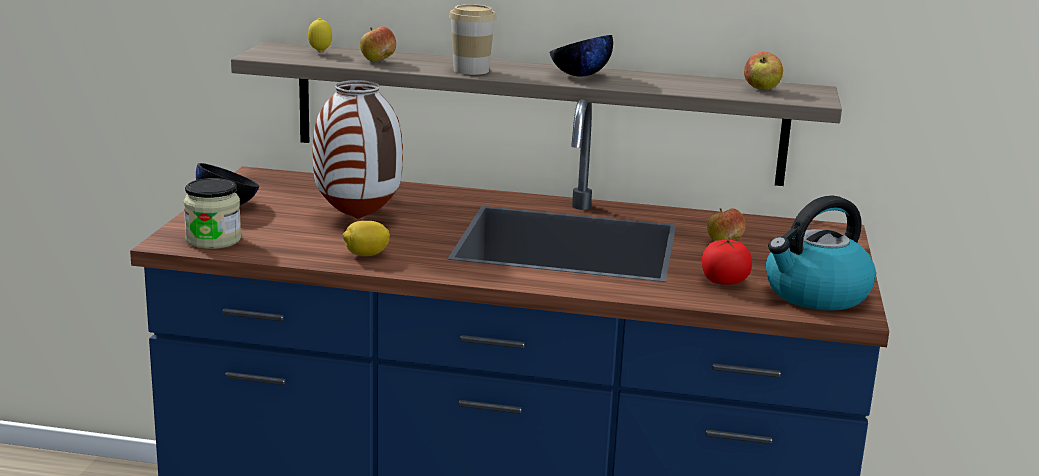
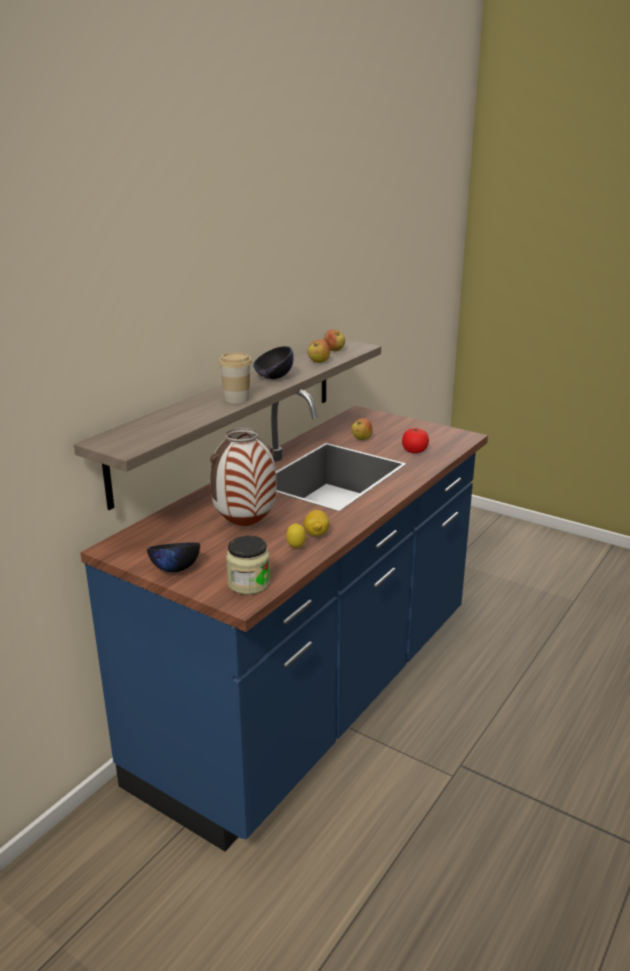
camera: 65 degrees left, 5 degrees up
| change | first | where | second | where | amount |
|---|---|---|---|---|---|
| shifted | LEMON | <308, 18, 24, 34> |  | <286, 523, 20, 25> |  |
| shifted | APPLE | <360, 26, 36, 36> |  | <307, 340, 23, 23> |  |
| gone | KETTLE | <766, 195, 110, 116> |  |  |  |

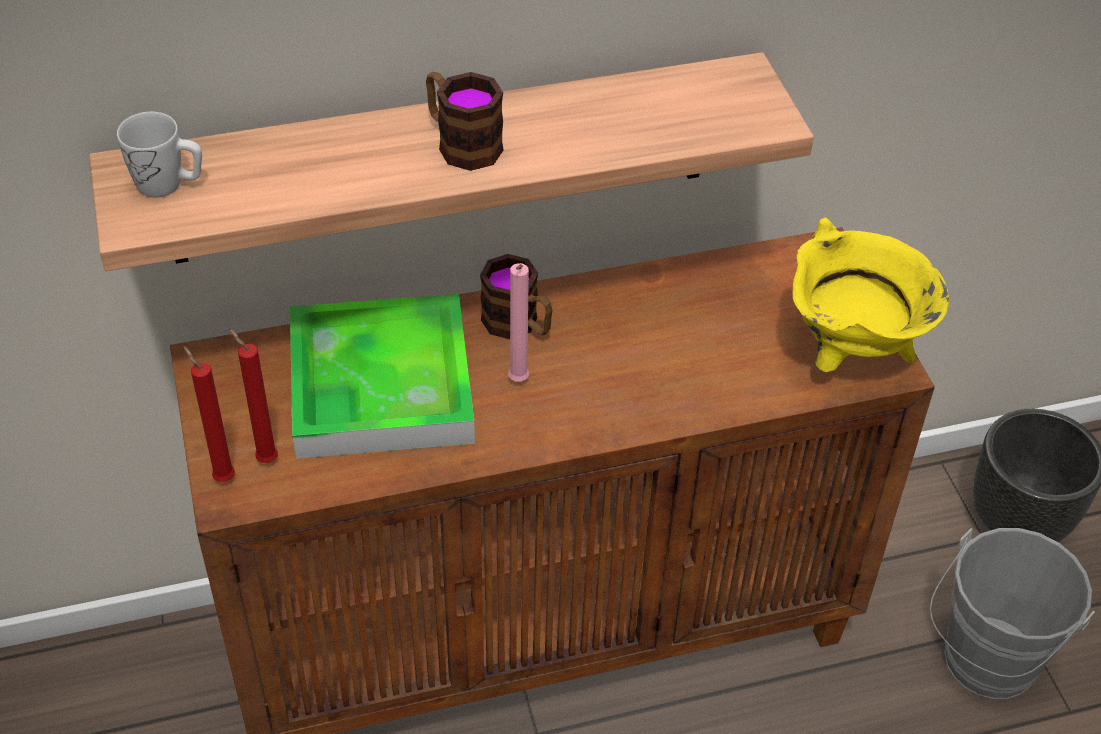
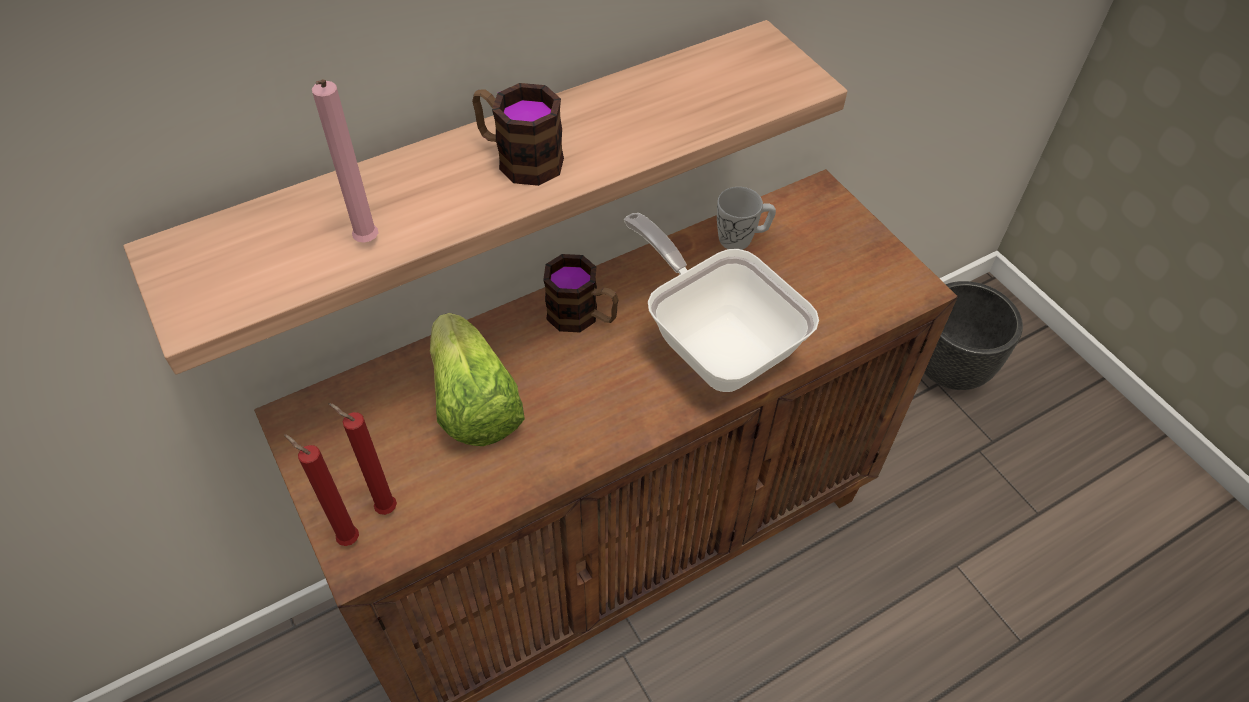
camera: 15 degrees left, 5 degrees up
| change | first | where | second | where | amount |
|---|---|---|---|---|---|
| shifted | WHITE MUG | <117, 112, 85, 85> |  | <717, 187, 59, 63> |  |
| gone | YELLOW COOKING POT | <793, 217, 156, 155> |  |  |  |
| shifted | PINK CANDLE | <508, 263, 21, 119> |  | <312, 79, 67, 164> |  |
| swapped | TRAY | <290, 294, 185, 165> | LETTUCE | <430, 313, 95, 133> |  |
| gone | GREY BUCKET | <930, 528, 165, 171> |  |  |  |
| new |  |  | FRYING PAN | <624, 213, 195, 179> |  |

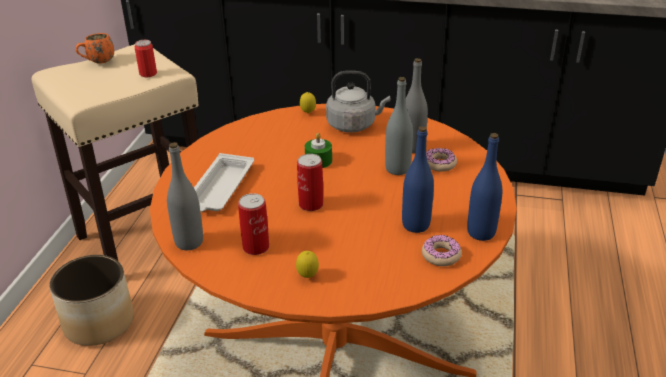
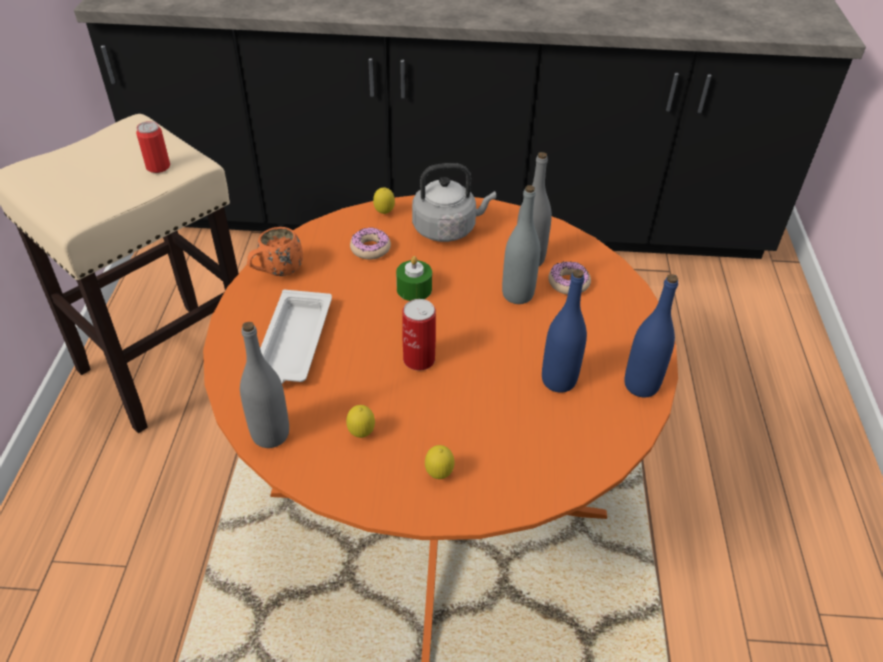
camera: 10 degrees left, 10 degrees up
| change | first | where | second | where | amount |
|---|---|---|---|---|---|
| shifted | ORANGE MUG | <76, 33, 38, 31> |  | <247, 227, 56, 49> |  |
| swapped | CAN | <238, 193, 31, 62> | LEMON | <346, 405, 29, 33> |  |
| shifted | DONUT | <422, 235, 40, 31> |  | <350, 227, 41, 33> |  |
| gone | PLANTER | <49, 255, 85, 91> |  |  |  |

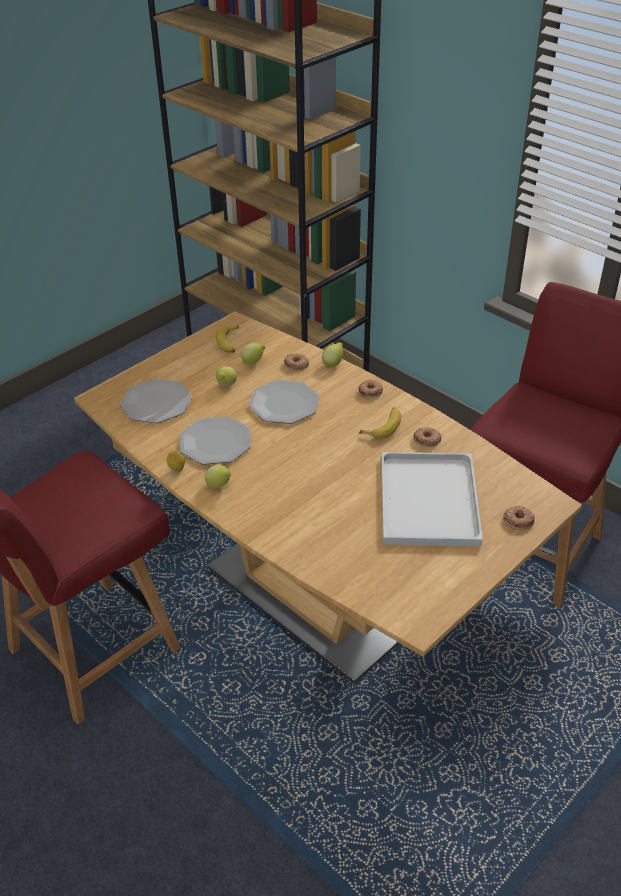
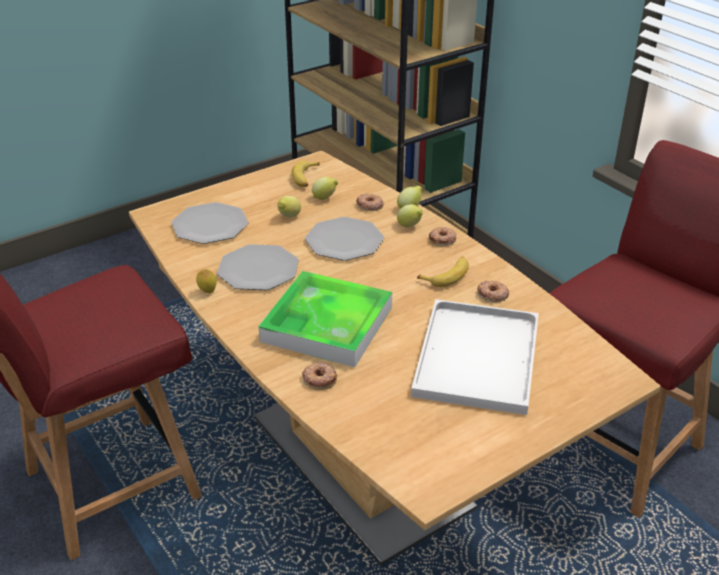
camera: 10 degrees right, 5 degrees down
| change | first | where | second | where | amount |
|---|---|---|---|---|---|
| shifted | LEMON | <205, 465, 26, 23> |  | <397, 204, 26, 24> |  |
| shifted | DONUT | <503, 506, 32, 24> |  | <302, 363, 35, 27> |  |
| new |  |  | TRAY | <259, 271, 133, 96> |  |

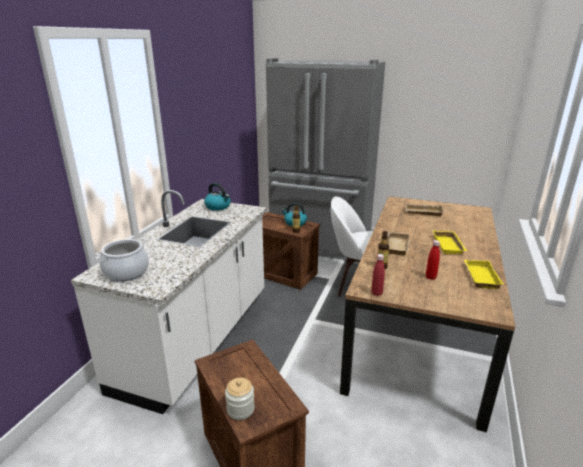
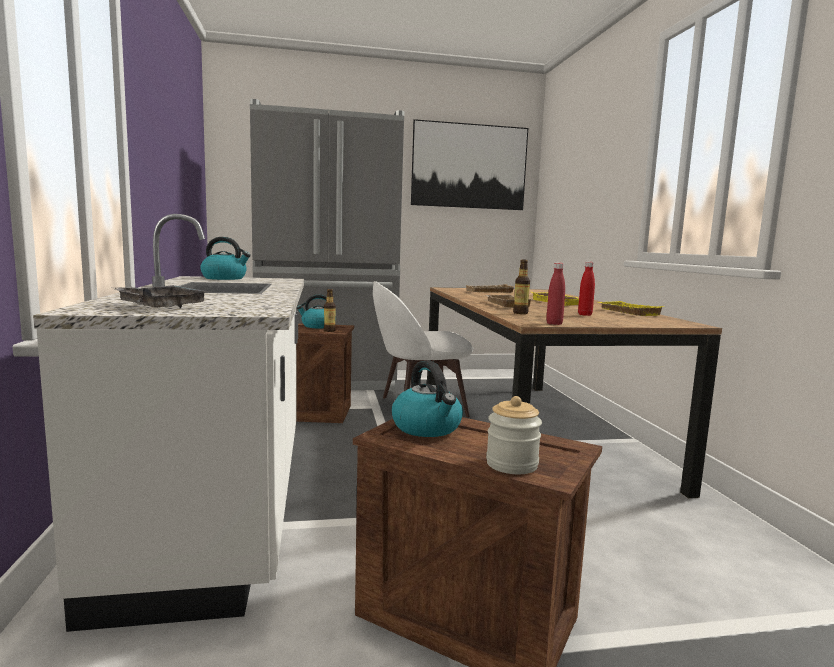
camera: 30 degrees left, 15 degrees down
| change | first | where | second | where | amount |
|---|---|---|---|---|---|
| swapped | COOKING POT | <96, 238, 53, 44> | GREY TRAY | <115, 285, 94, 23> |  |
| new |  |  | PICTURE | <411, 119, 117, 91> |  |
| new |  |  | KETTLE | <392, 360, 71, 77> |  |

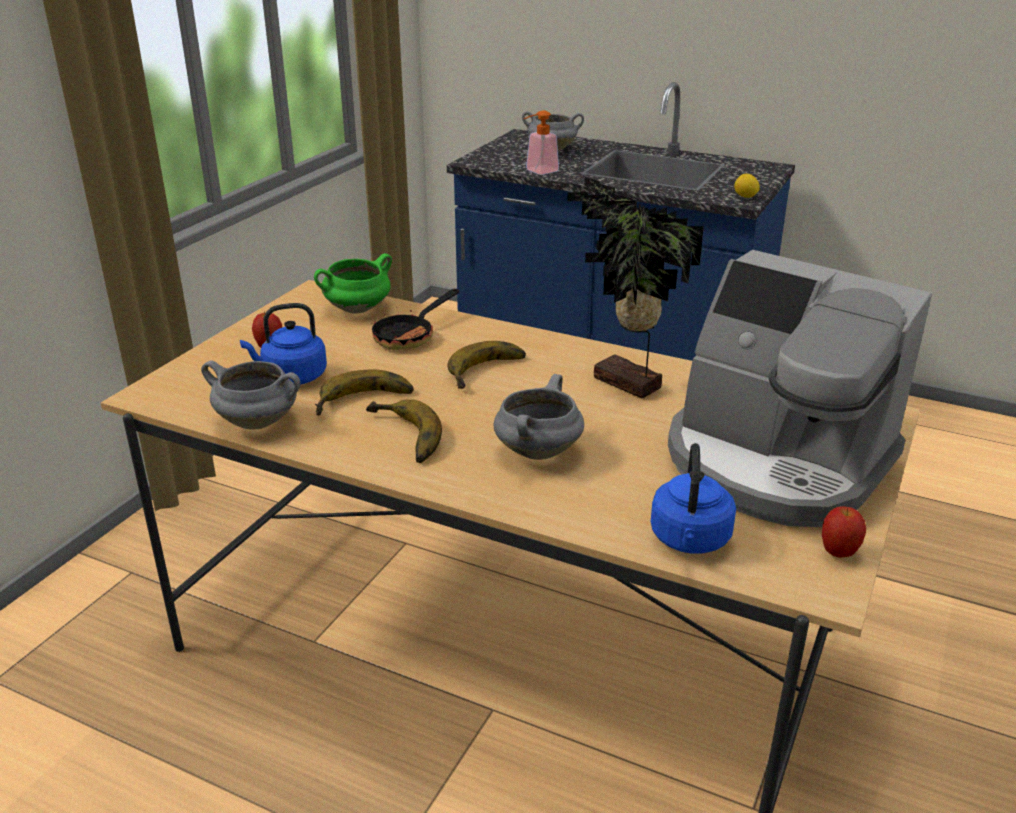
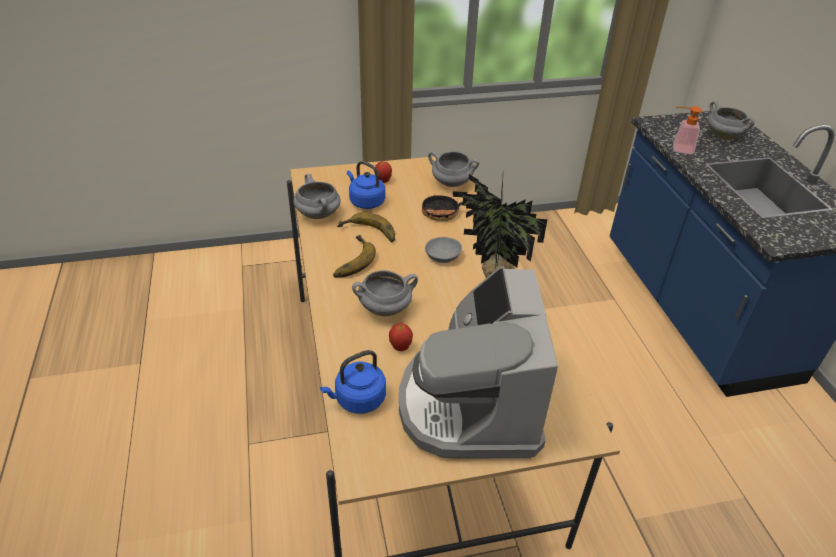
camera: 50 degrees right, 10 degrees up
| change | first | where | second | where | amount |
|---|---|---|---|---|---|
| gone | LEMON | <734, 174, 26, 24> |  |  |  |
| repainted | GREEN COOKING POT | <314, 253, 78, 61> | GREY COOKING POT | <428, 151, 51, 36> |  |
| swapped | BANANA | <447, 341, 79, 48> | GREY BOWL | <425, 237, 37, 26> |  |
| shifted | APPLE | <822, 506, 44, 52> |  | <389, 323, 24, 28> |  |

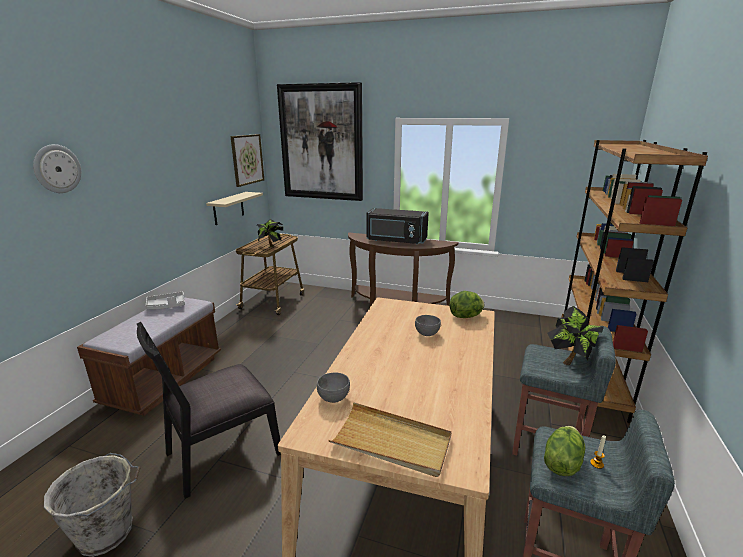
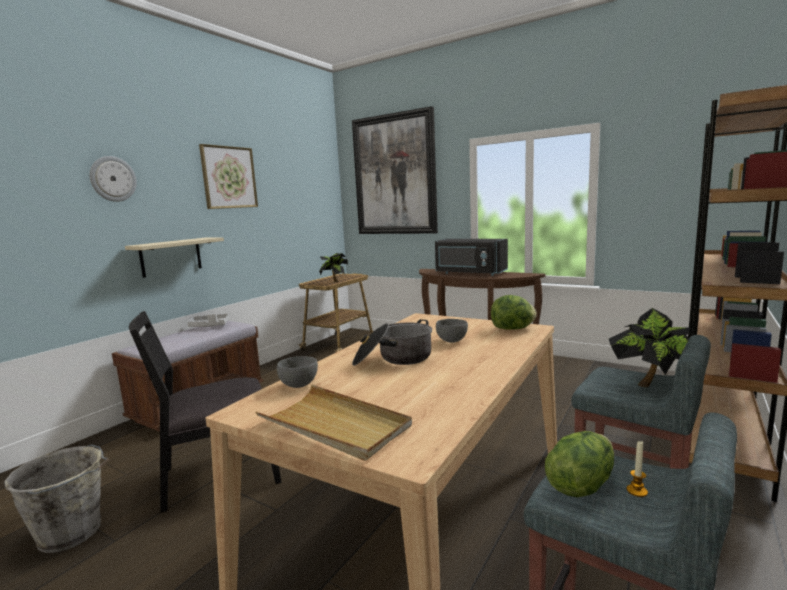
camera: 15 degrees right, 10 degrees down
| change | first | where | second | where | amount |
|---|---|---|---|---|---|
| shifted | PICTURE | <231, 134, 33, 53> |  | <199, 144, 59, 65> |  |
| shifted | BEIGE SHELF | <206, 192, 57, 33> |  | <125, 237, 99, 41> |  |
| new |  |  | COOKING POT | <352, 319, 80, 47> |  |

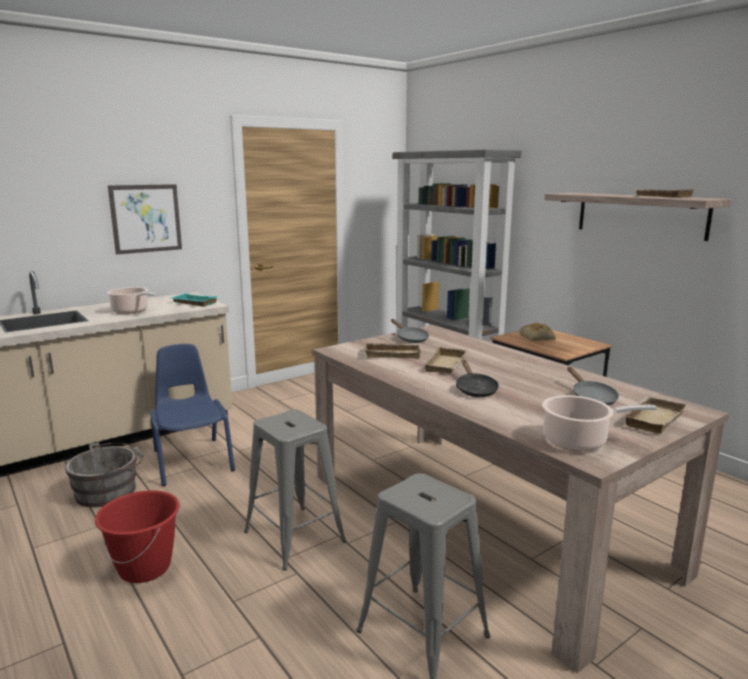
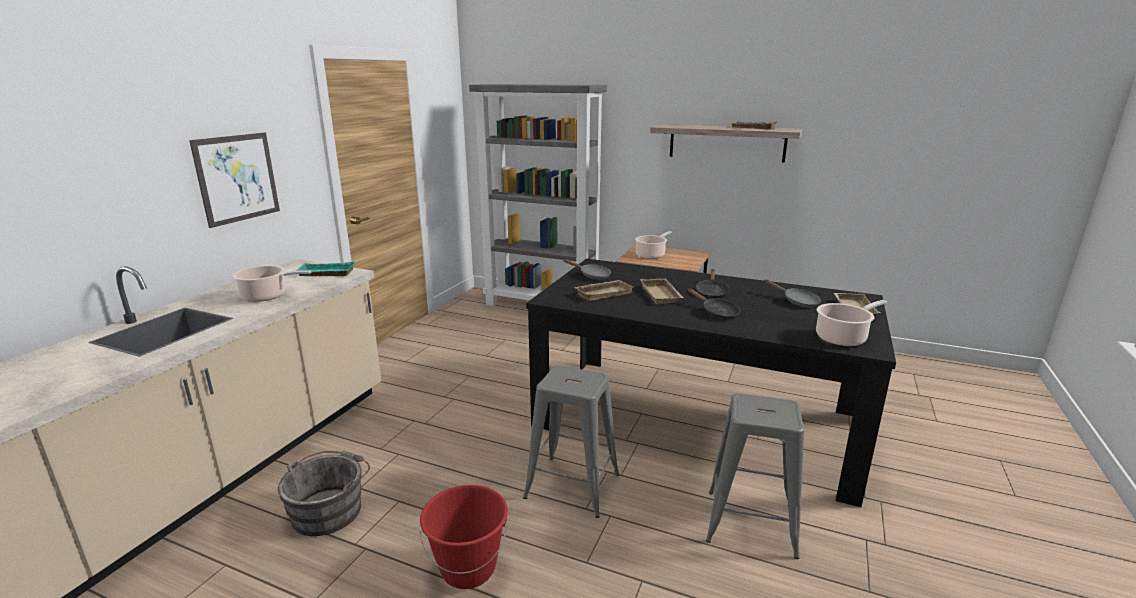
camera: 30 degrees left, 5 degrees up
| change | first | where | second | where | amount |
|---|---|---|---|---|---|
| swapped | BREAD | <519, 323, 37, 18> | COOKING POT | <635, 231, 37, 28> |  |
| repainted | BEIGE DINING TABLE | <312, 325, 417, 348> | BLACK DINING TABLE | <526, 259, 370, 248> |  |
| gone | BLUE CHAIR | <150, 344, 85, 142> |  |  |  |
| new |  |  | BLACK FRYING PAN | <695, 269, 35, 30> |  |

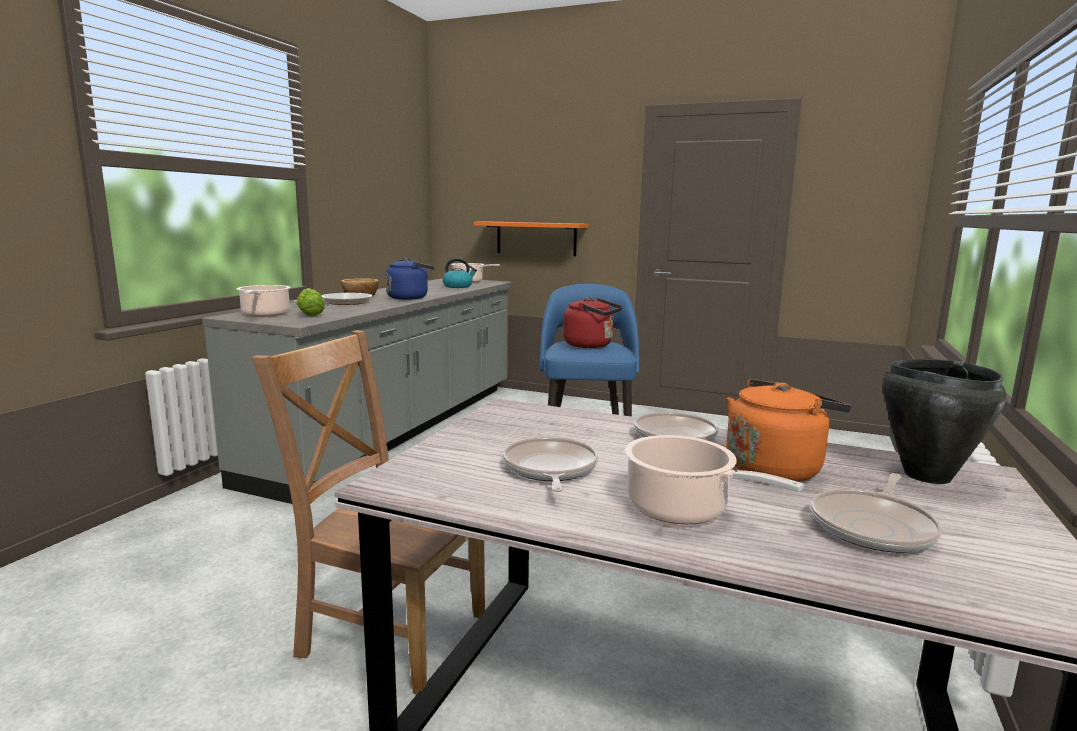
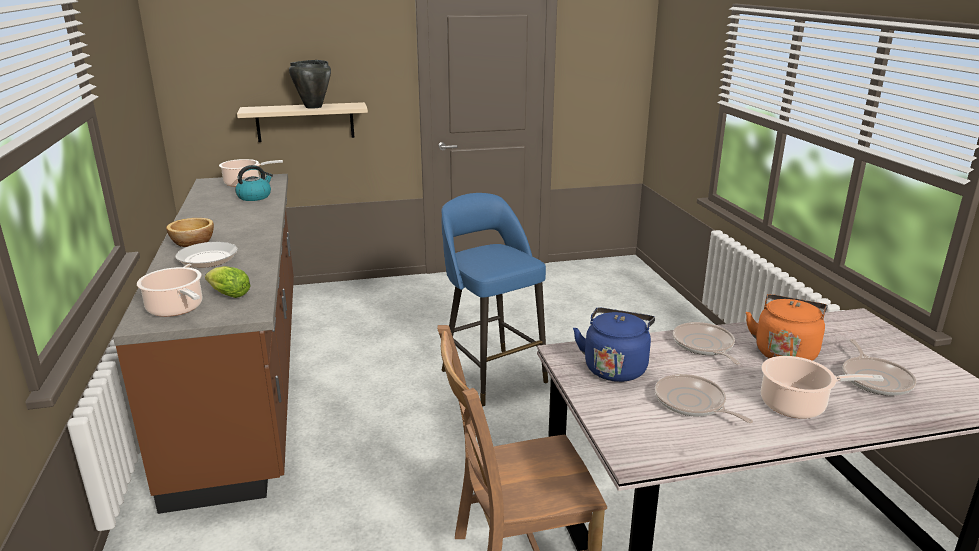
camera: 35 degrees left, 10 degrees up
| change | first | where | second | where | amount |
|---|---|---|---|---|---|
| repainted | ORANGE SHELF | <474, 222, 115, 34> | BEIGE SHELF | <237, 102, 131, 40> |  |
| shifted | BLUE KETTLE | <386, 258, 48, 42> |  | <573, 307, 82, 75> |  |
| repainted | GREY COUNTER | <202, 278, 311, 226> | BROWN COUNTER | <113, 174, 181, 340> |  |
| gone | RED KETTLE | <563, 297, 59, 51> |  |  |  |
| shifted | BLACK COOKING POT | <882, 359, 124, 125> |  | <289, 60, 42, 49> |  |

